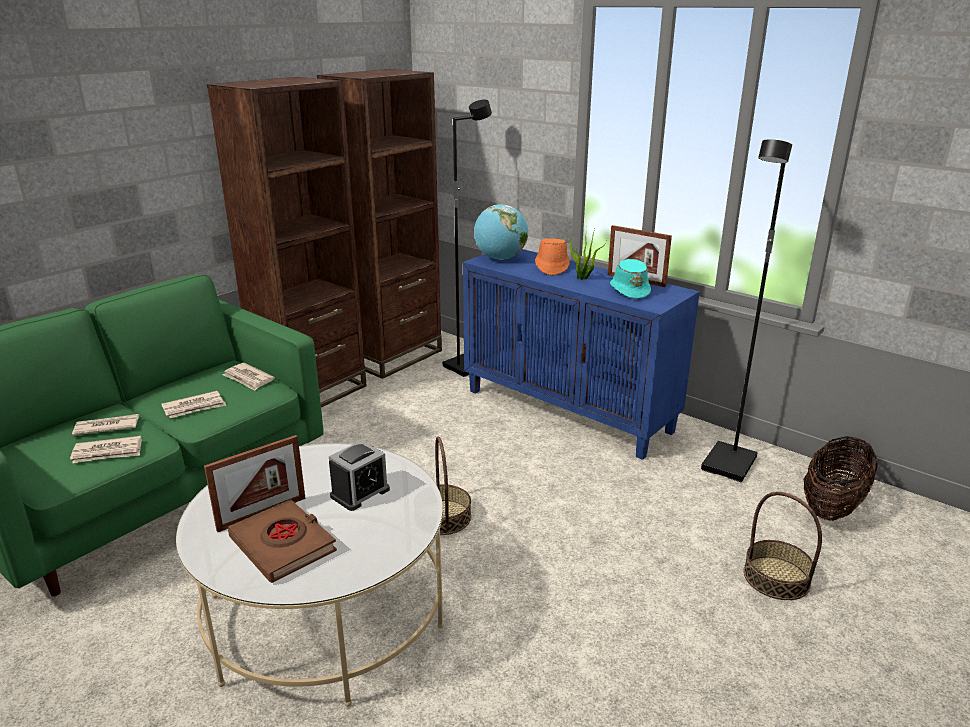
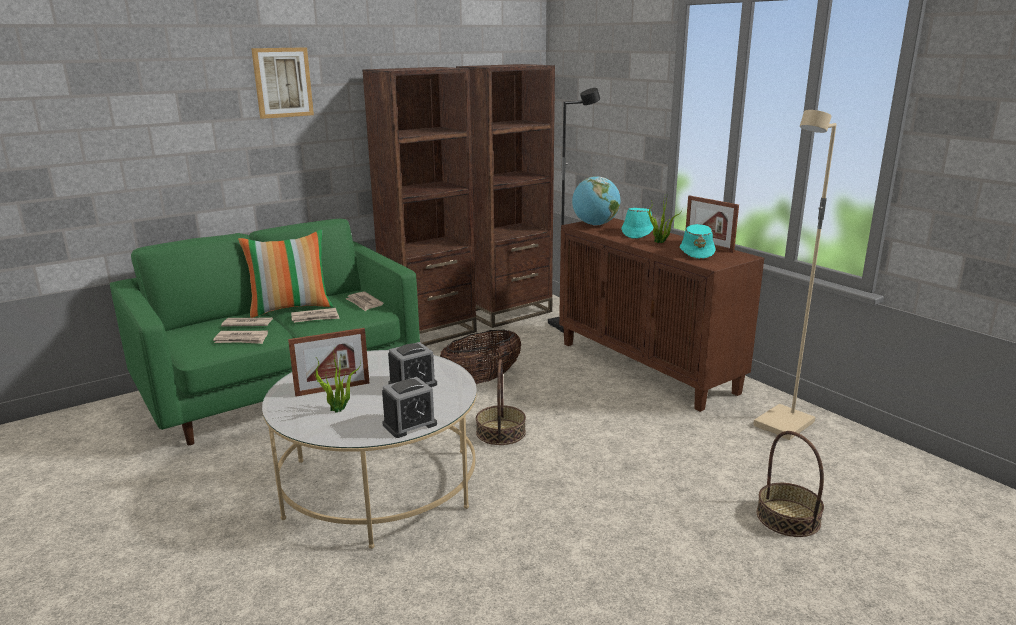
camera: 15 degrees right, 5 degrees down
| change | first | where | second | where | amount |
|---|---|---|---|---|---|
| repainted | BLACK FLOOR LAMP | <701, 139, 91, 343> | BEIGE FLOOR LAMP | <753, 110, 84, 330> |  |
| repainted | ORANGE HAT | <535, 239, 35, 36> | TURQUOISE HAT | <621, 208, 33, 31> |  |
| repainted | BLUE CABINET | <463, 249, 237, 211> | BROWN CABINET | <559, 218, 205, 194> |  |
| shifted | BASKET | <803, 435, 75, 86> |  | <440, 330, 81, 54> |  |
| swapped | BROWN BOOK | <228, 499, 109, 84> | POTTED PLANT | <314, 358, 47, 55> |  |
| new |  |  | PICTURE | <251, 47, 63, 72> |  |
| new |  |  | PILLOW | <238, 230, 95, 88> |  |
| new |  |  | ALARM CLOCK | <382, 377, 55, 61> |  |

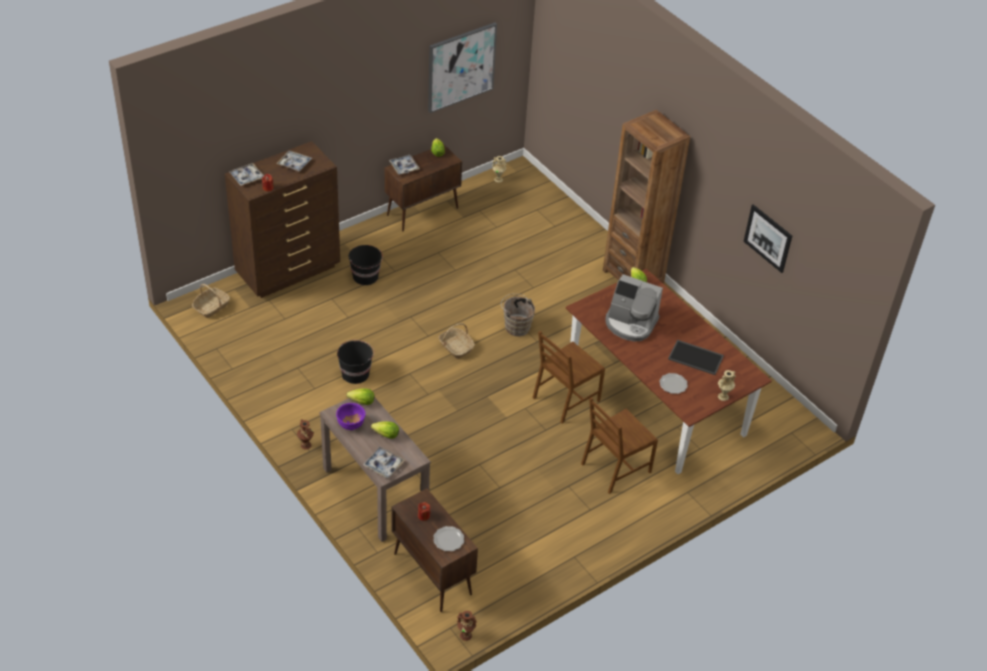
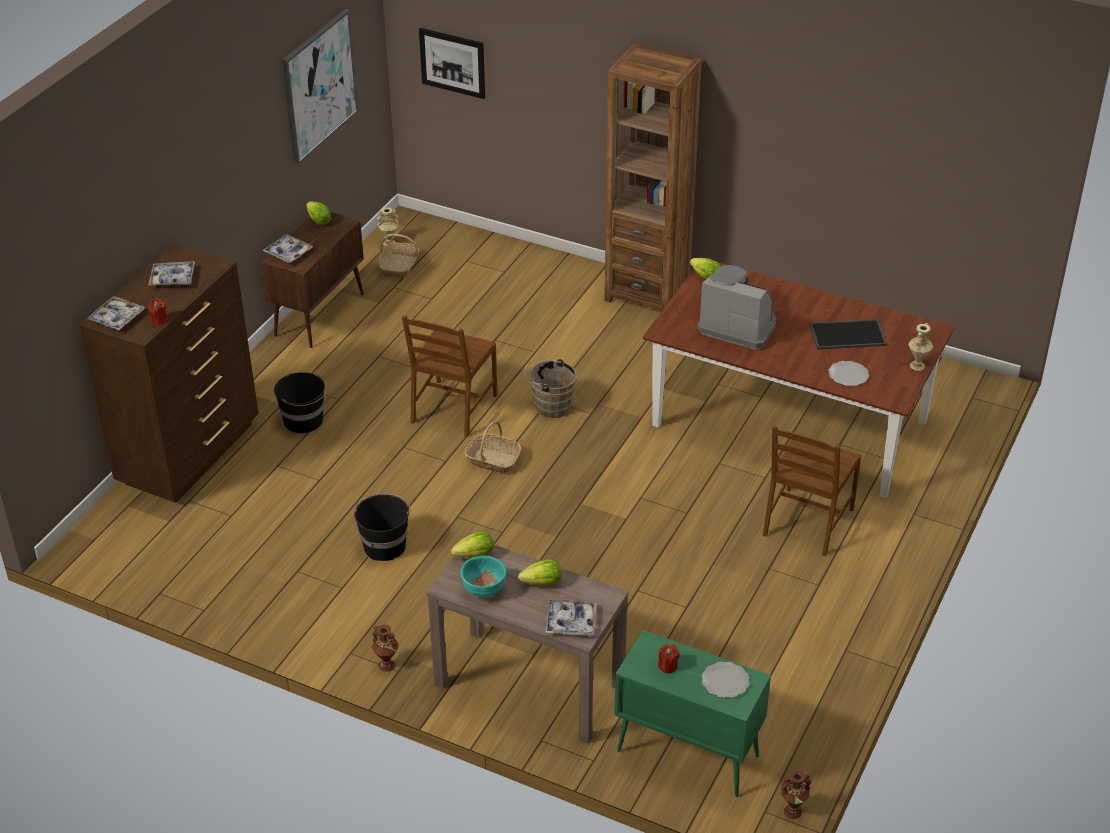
camera: 25 degrees left, 5 degrees down
| change | first | where | second | where | amount |
|---|---|---|---|---|---|
| shifted | PICTURE | <743, 204, 49, 69> |  | <419, 28, 66, 71> |  |
| rotated | COFFEE MACHINE | <606, 274, 57, 68> |  | <698, 265, 78, 85> | 150 degrees counterclockwise |
| shifted | BASKET | <192, 284, 38, 34> |  | <379, 234, 40, 44> |  |
| shifted | BROWN CHAIR | <533, 331, 72, 93> |  | <402, 315, 95, 122> |  |
| repainted | PURPLE BOWL | <336, 403, 30, 27> | TURQUOISE BOWL | <460, 556, 46, 41> |  |
| repainted | BROWN CABINET | <391, 488, 87, 124> | GREEN CABINET | <614, 630, 157, 167> |  |

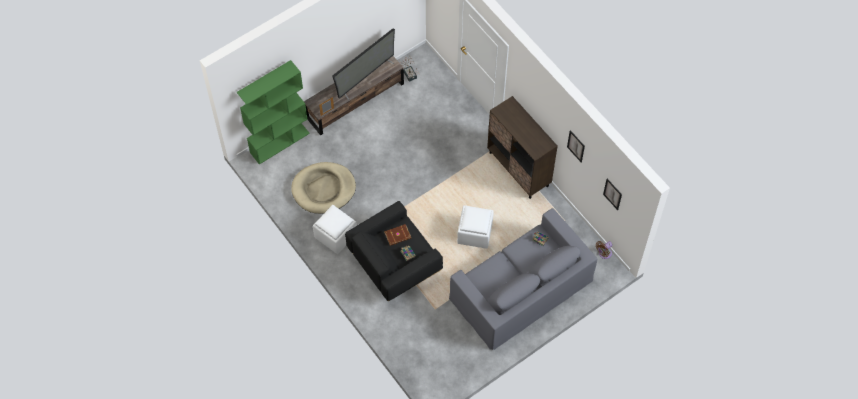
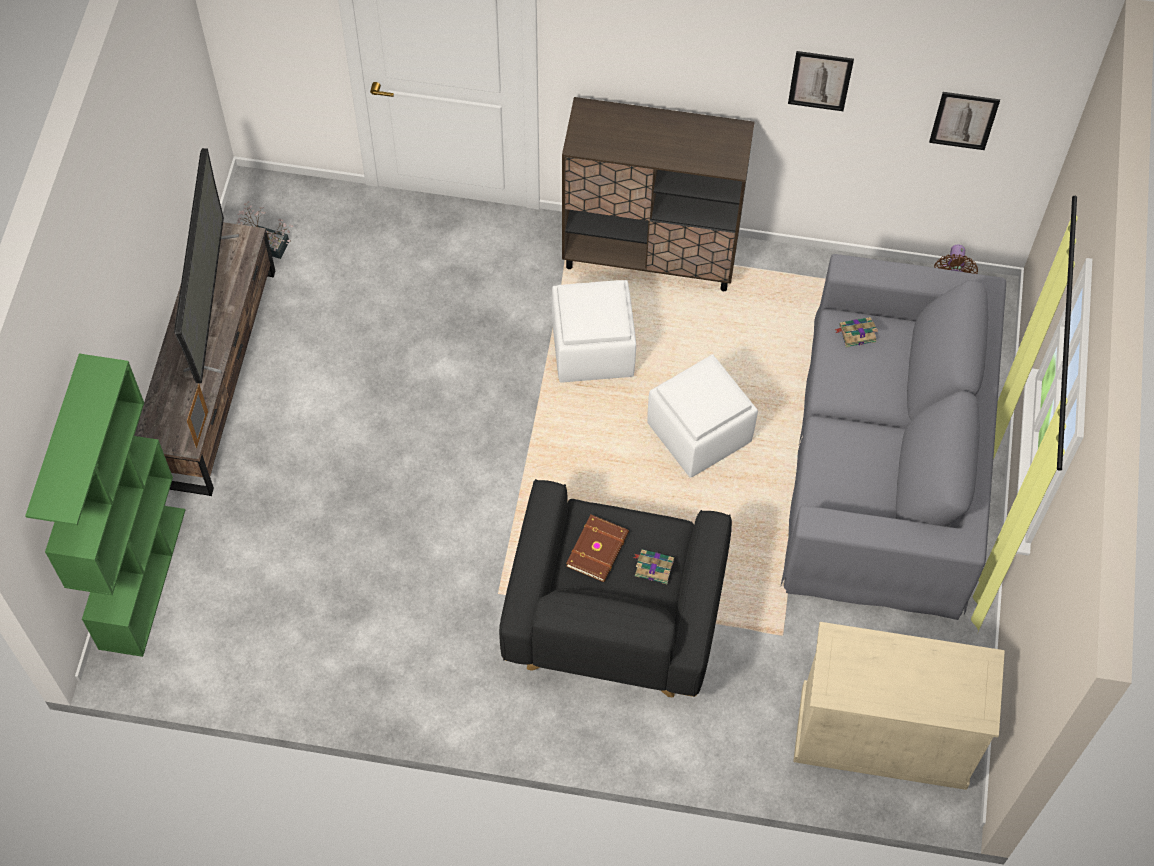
camera: 45 degrees left, 0 degrees up
| change | first | where | second | where | amount |
|---|---|---|---|---|---|
| gone | BEIGE DOG BED | <291, 162, 65, 52> |  |  |  |
| shifted | WHITE OTTOMAN | <313, 205, 44, 49> |  | <552, 280, 84, 103> |  |
| new |  |  | BEIGE CABINET | <793, 622, 212, 168> |  |

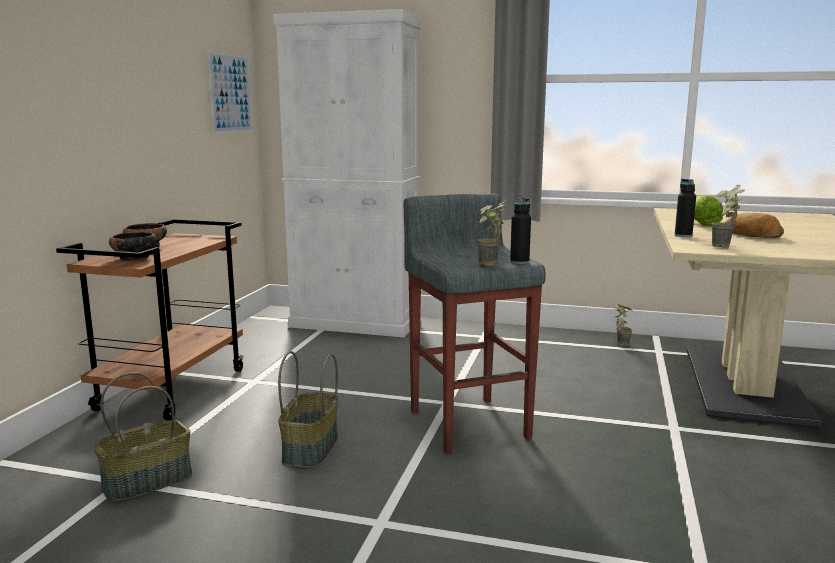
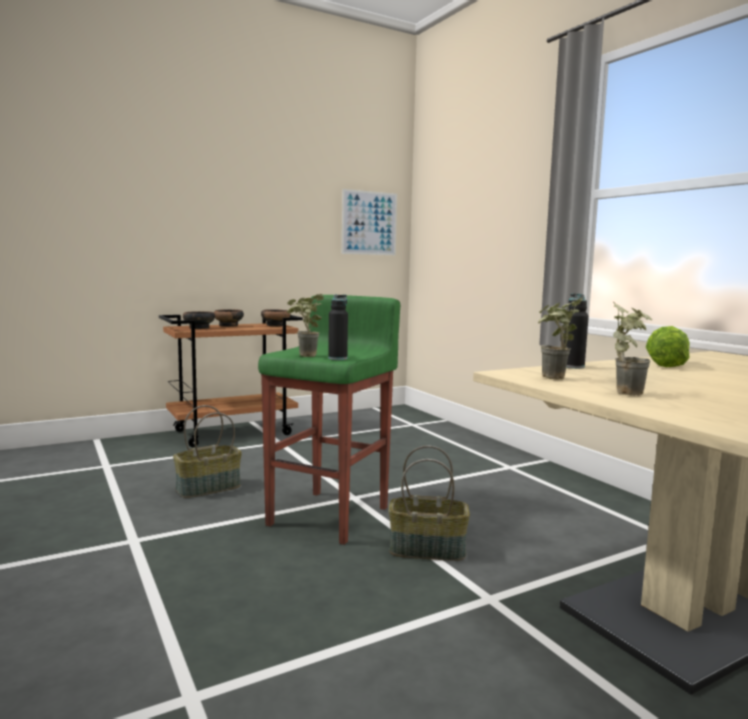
camera: 45 degrees right, 5 degrees down
| change | first | where | second | where | amount |
|---|---|---|---|---|---|
| gone | WHITE CABINET | <273, 9, 148, 328> |  |  |  |
| repainted | GREY STOOL | <403, 193, 143, 261> | GREEN STOOL | <258, 295, 142, 250> |  |
| gone | BREAD | <725, 213, 59, 25> |  |  |  |
| shifted | POTTED PLANT | <614, 304, 19, 43> |  | <613, 301, 39, 95> |  |
| shifted | BASKET | <94, 372, 98, 130> |  | <389, 445, 81, 116> |  |
| new |  |  | BOWL | <261, 309, 29, 17> |  |

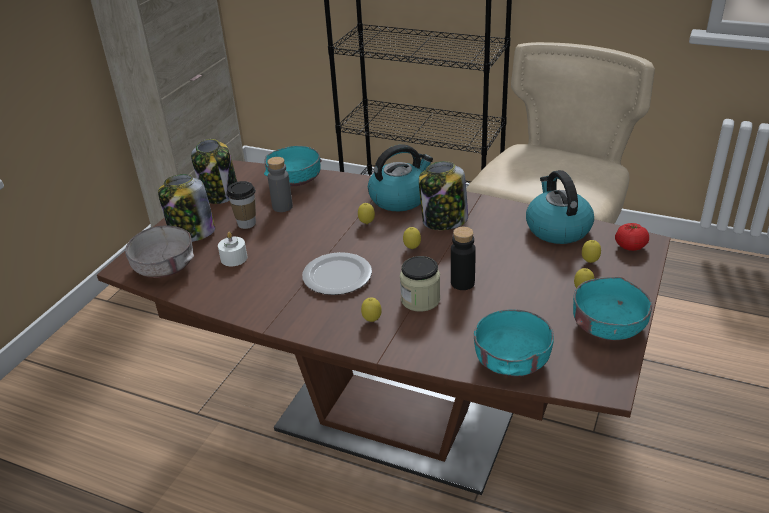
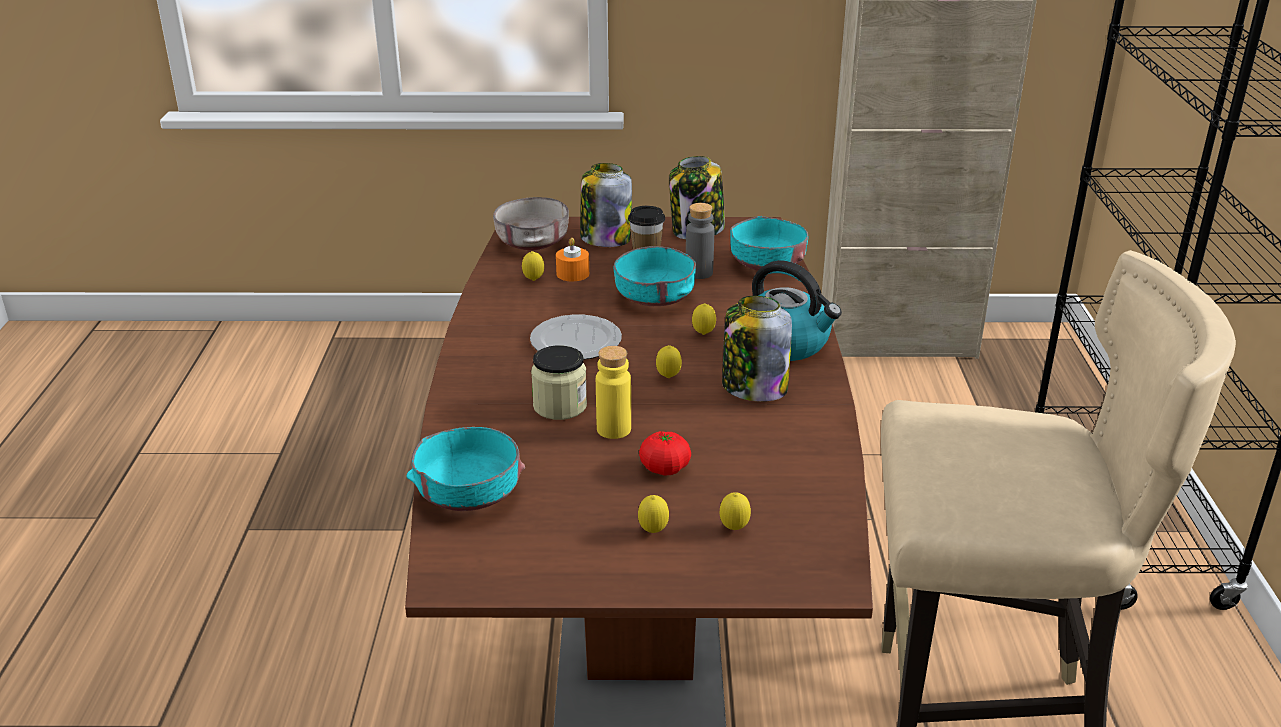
camera: 65 degrees right, 5 degrees down
| change | first | where | second | where | amount |
|---|---|---|---|---|---|
| gone | KETTLE | <526, 170, 68, 74> |  |  |  |
| shifted | TOMATO | <615, 223, 34, 28> |  | <639, 431, 52, 45> |  |
| repainted | BLACK BOTTLE | <451, 227, 25, 63> | YELLOW BOTTLE | <596, 346, 35, 93> |  |
| repainted | WHITE CANDLE | <218, 232, 29, 34> | ORANGE CANDLE | <556, 238, 33, 43> |  |
| shifted | TURQUOISE BOWL | <573, 277, 79, 64> |  | <614, 246, 82, 60> |  |
| shifted | LEMON | <361, 298, 21, 24> |  | <522, 251, 22, 30> |  |

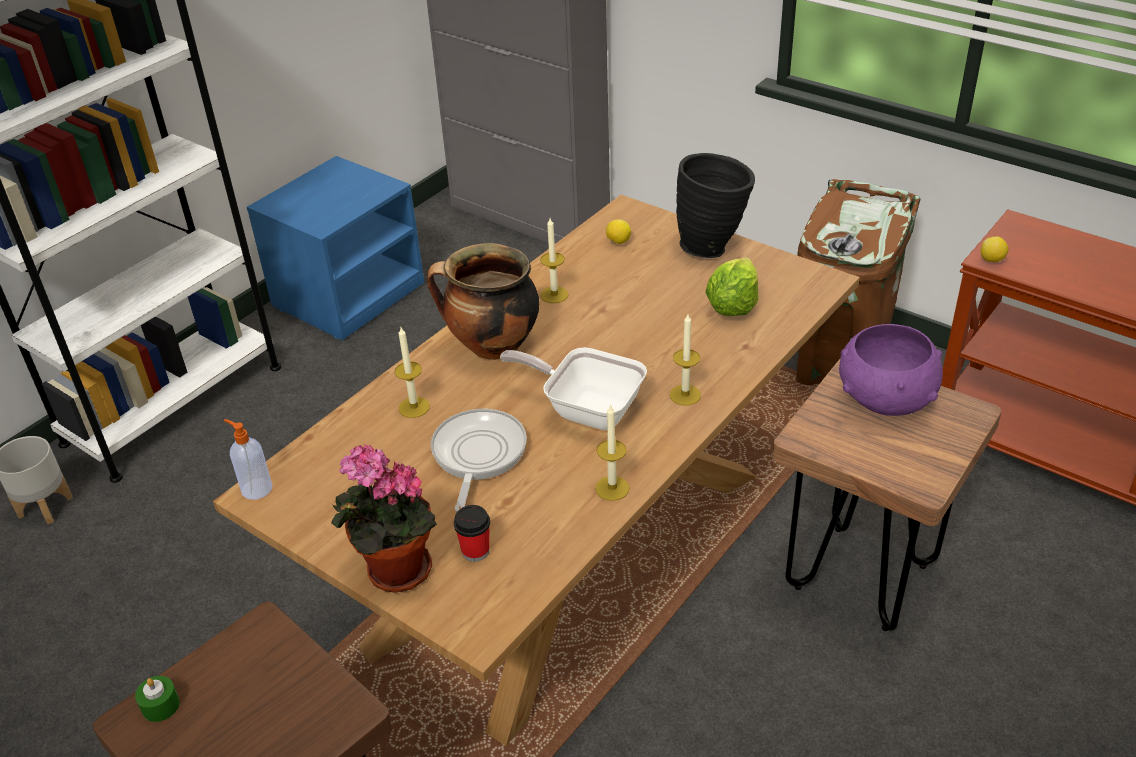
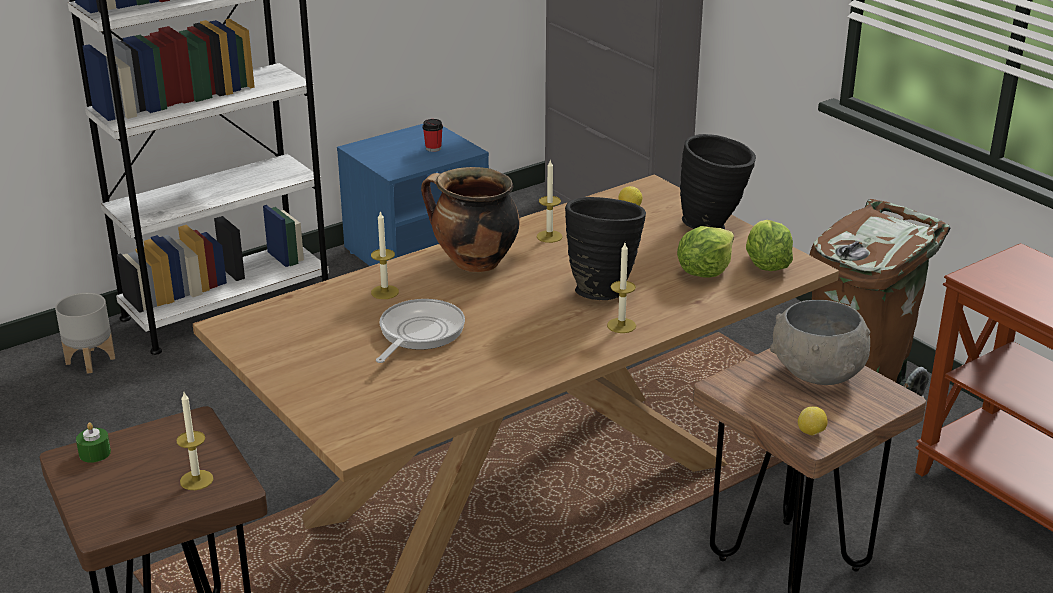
camera: 15 degrees right, 10 degrees down
| change | first | where | second | where | amount |
|---|---|---|---|---|---|
| shifted | LEMON | <981, 236, 27, 26> |  | <798, 407, 30, 28> |  |
| repainted | PURPLE BOWL | <839, 324, 104, 92> | GREY BOWL | <770, 300, 100, 85> |  |
| gone | FRYING PAN | <500, 347, 147, 83> |  |  |  |
| shifted | CANDLE | <595, 404, 35, 97> |  | <176, 392, 37, 98> |  |
| gone | SOAP DISPENSER | <224, 419, 49, 81> |  |  |  |
| gone | POTTED PLANT | <331, 444, 106, 149> |  |  |  |
| shifted | CUP | <454, 505, 36, 57> |  | <423, 119, 20, 33> |  |
| new |  |  | BLACK VASE | <565, 197, 81, 103> |  |
| new |  |  | LETTUCE | <746, 220, 47, 51> |  |

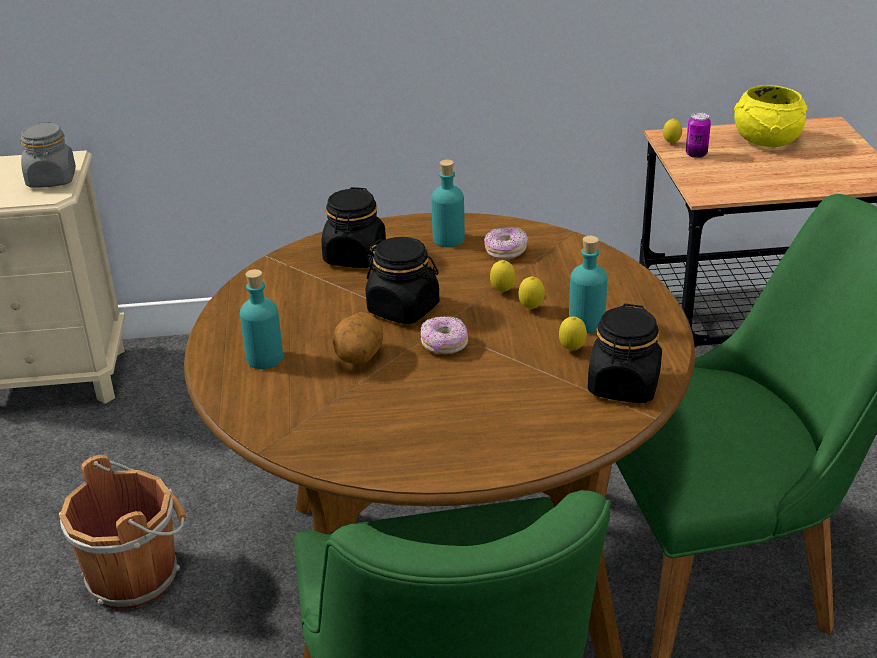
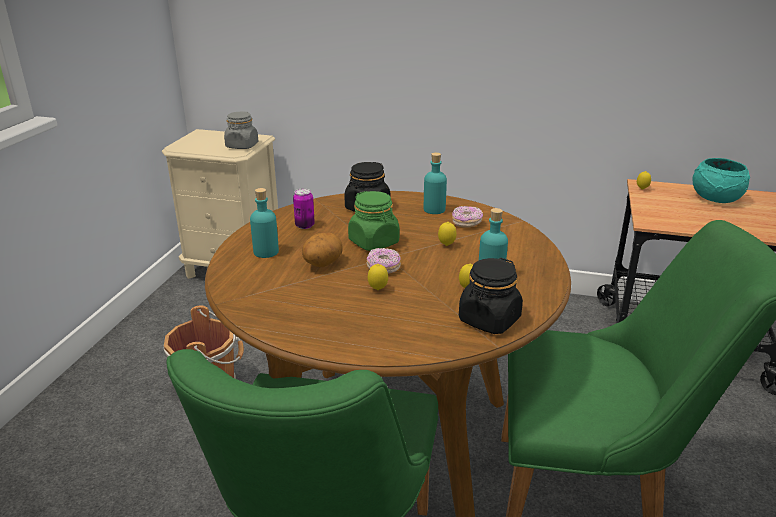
camera: 20 degrees right, 5 degrees down
| change | first | where | second | where | amount |
|---|---|---|---|---|---|
| repainted | YELLOW BOWL | <734, 85, 73, 62> | TURQUOISE BOWL | <693, 158, 57, 45> |  |
| shifted | CAN | <686, 112, 25, 46> |  | <293, 188, 22, 41> |  |
| repainted | BLACK JAR | <366, 237, 73, 87> | GREEN JAR | <348, 191, 51, 60> |  |
| shifted | LEMON | <518, 276, 27, 34> |  | <368, 264, 20, 26> |  |

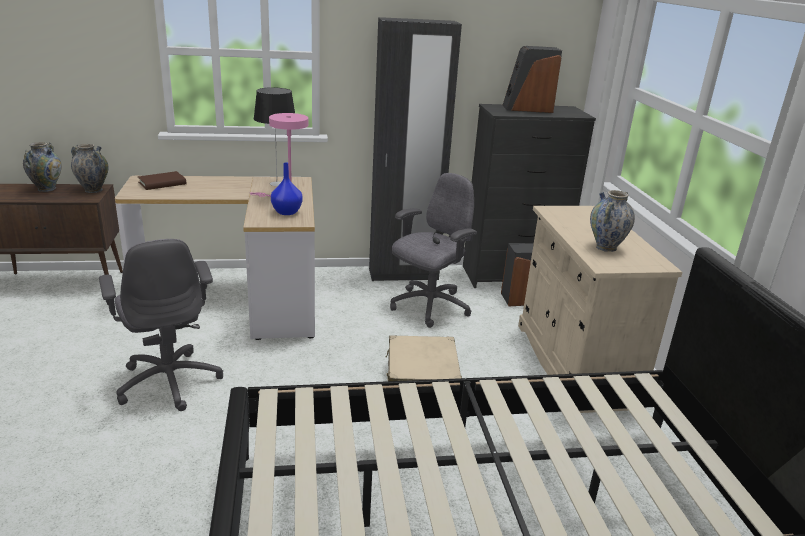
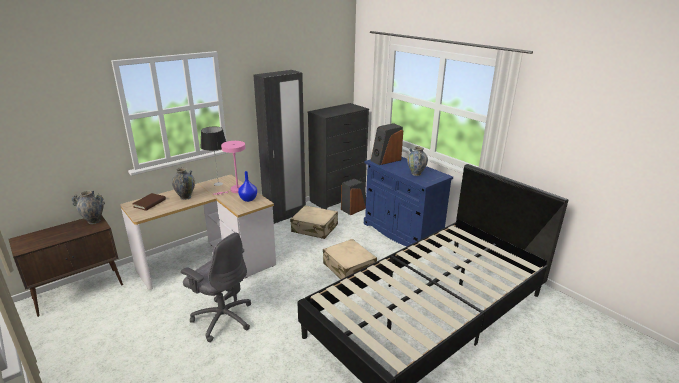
camera: 30 degrees left, 0 degrees up
| change | first | where | second | where | amount |
|---|---|---|---|---|---|
| shifted | SPEAKER | <503, 46, 59, 67> |  | <371, 123, 32, 42> |  |
| shifted | VASE | <23, 142, 39, 50> |  | <172, 167, 23, 33> |  |
| swapped | GREY OFFICE CHAIR | <390, 173, 87, 155> | BEIGE SUITCASE | <290, 205, 48, 34> |  |
| repainted | BEIGE CABINET | <518, 206, 165, 207> | BLUE CABINET | <364, 157, 89, 89> |  |

